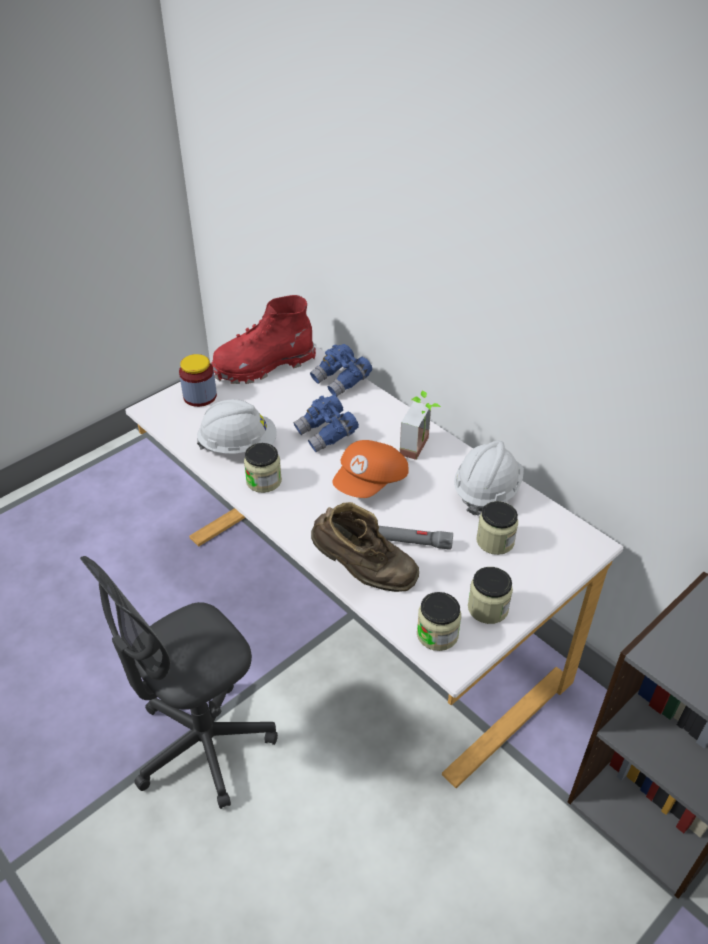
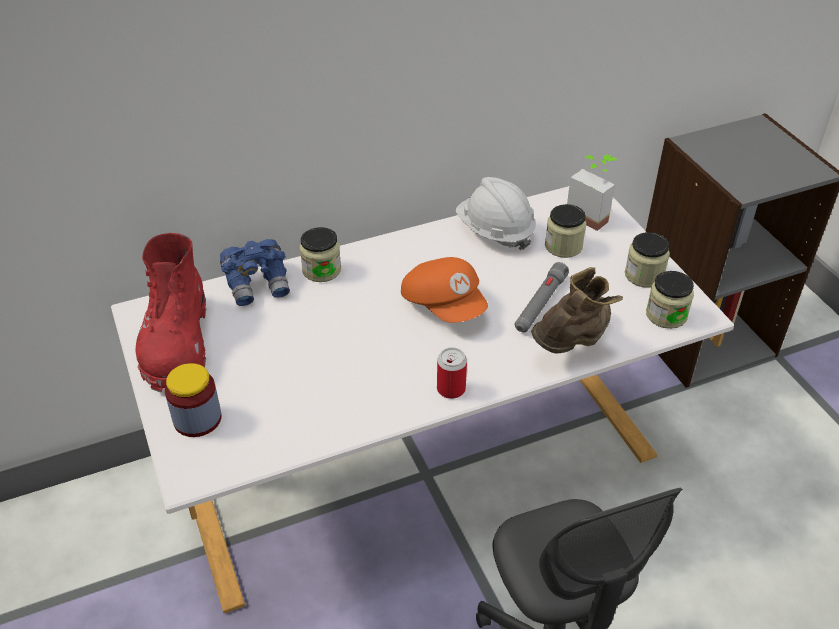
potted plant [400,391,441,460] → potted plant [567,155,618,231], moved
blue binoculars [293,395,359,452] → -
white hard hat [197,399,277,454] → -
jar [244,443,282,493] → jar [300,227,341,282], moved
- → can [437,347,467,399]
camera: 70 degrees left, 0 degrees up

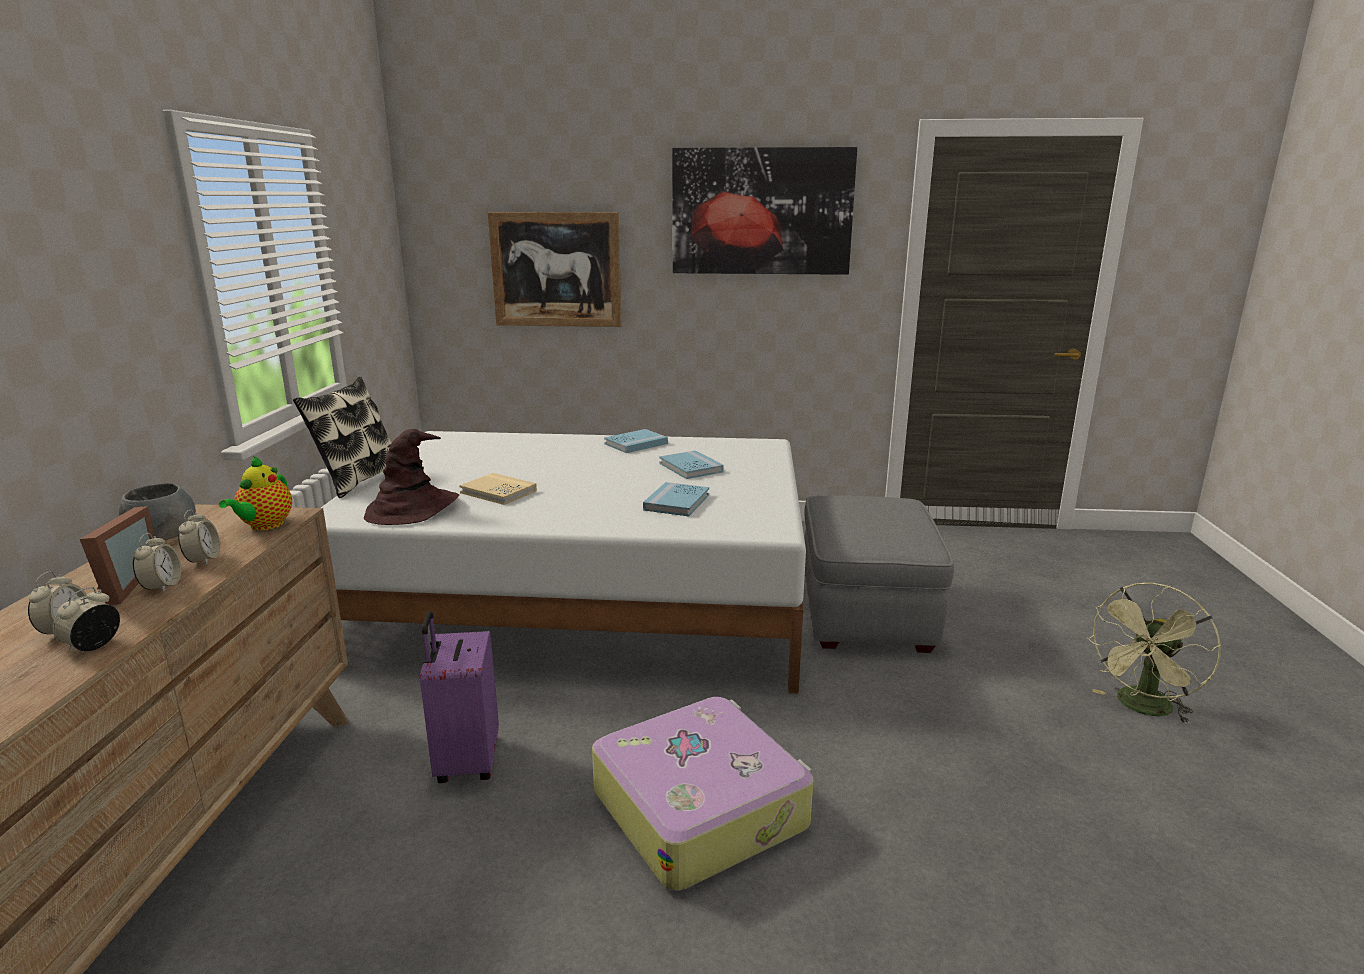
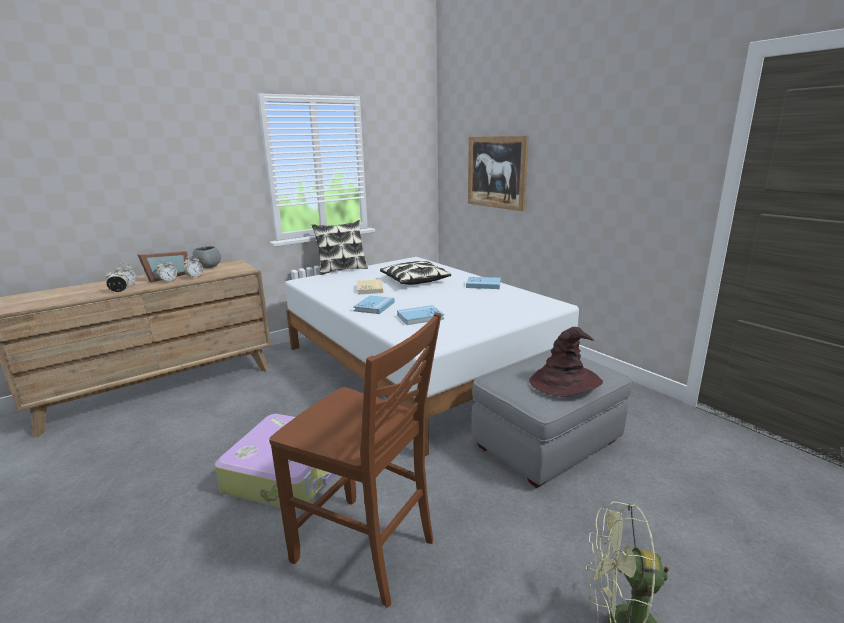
picture [672,147,857,275] → -
brown hat [364,429,459,525] → brown hat [529,327,603,397], moved
blue book [659,450,724,479] → blue book [353,295,395,314], moved
teapot [219,456,292,531] → -
purple suitcase [420,611,499,783] → -
- → pillow [380,261,451,285]
- → brown chair [269,312,441,608]
camera: 50 degrees right, 0 degrees up

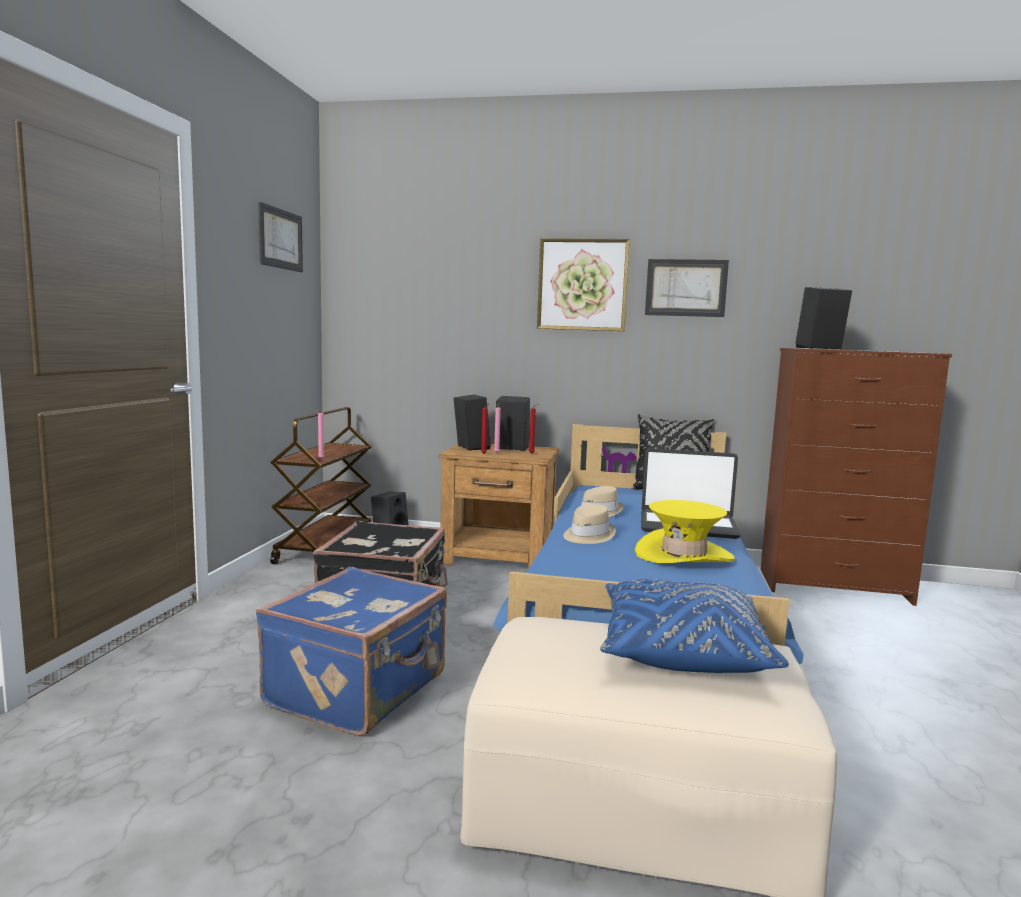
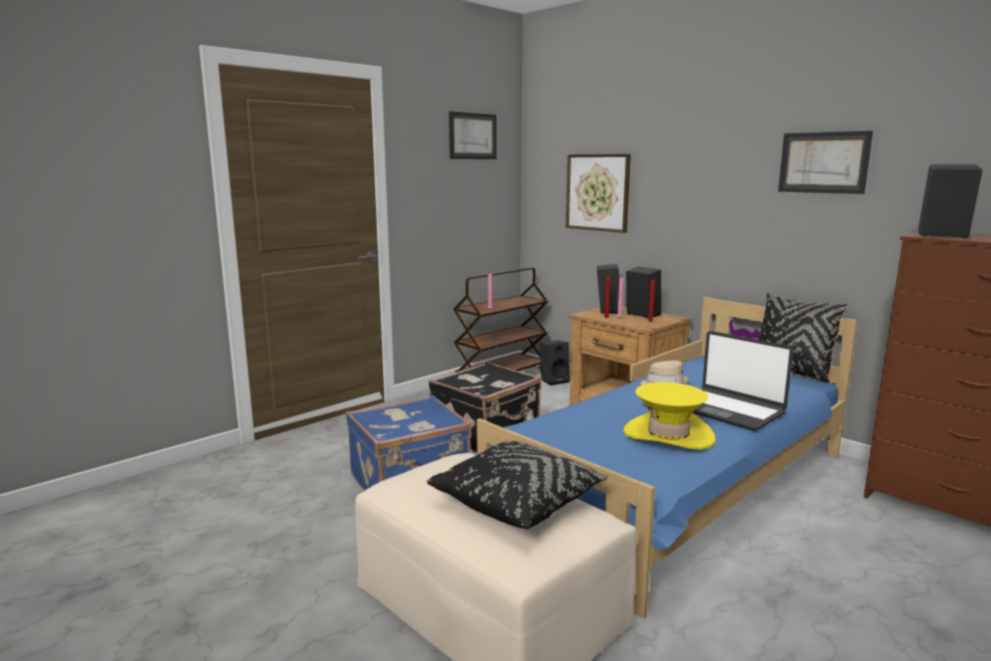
picture [537,238,630,331] → picture [566,154,631,233], moved
beige hat [563,504,616,544] → -
blue pillow [600,579,789,673] → black pillow [427,441,608,529]
camera: 35 degrees right, 5 degrees up

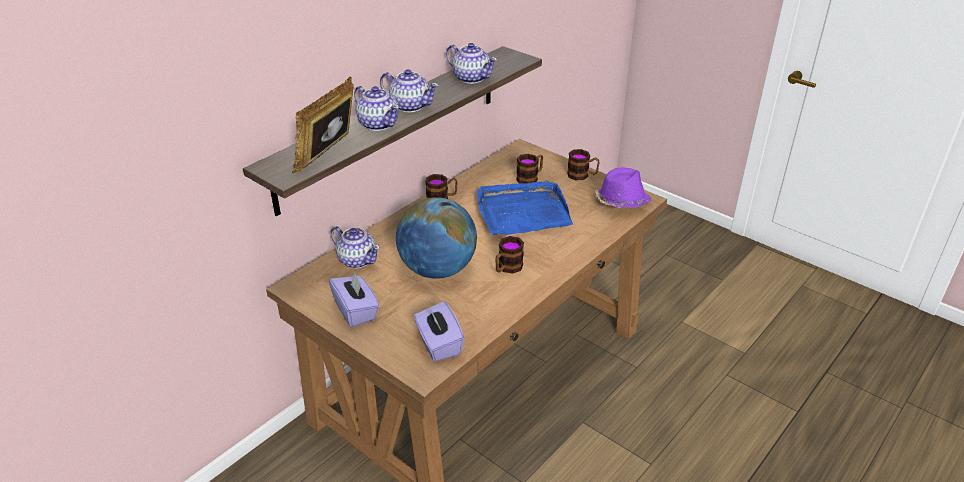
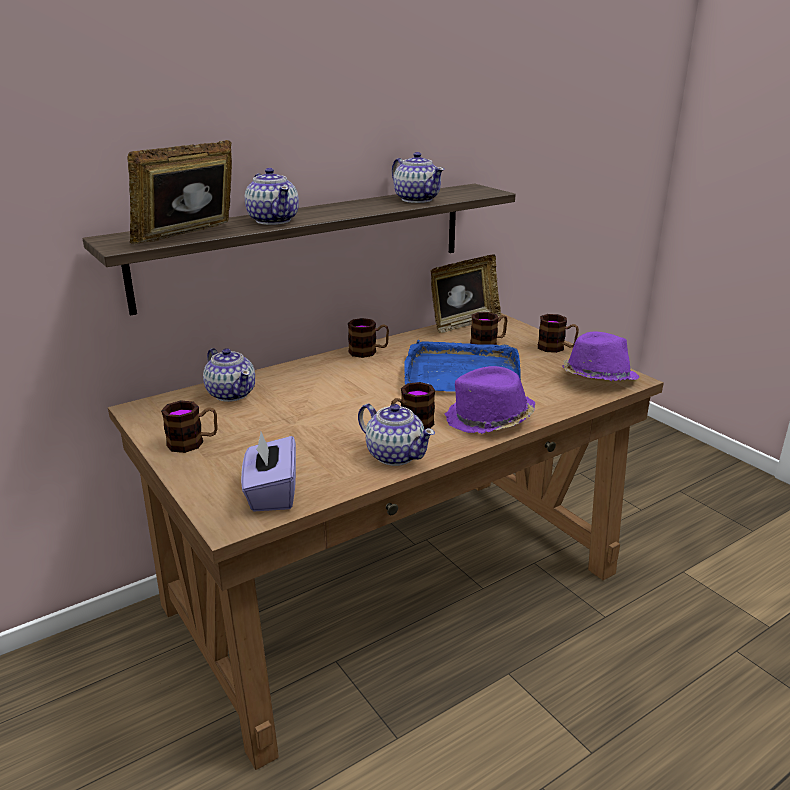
teapot [380,69,439,112] → teapot [358,404,435,466], moved
globe [396,197,477,279] → -
purple tissue box [329,271,379,327] → mug [161,401,217,453]
- → picture frame [431,254,501,333]
- → purple hat [444,366,535,434]
camera: 15 degrees right, 10 degrees down

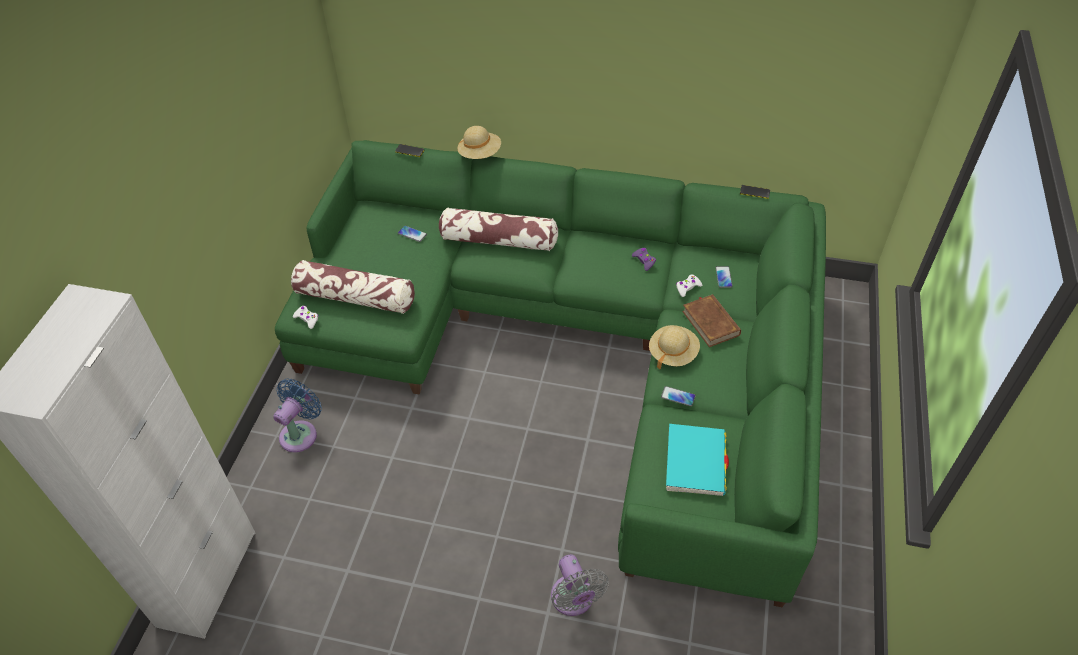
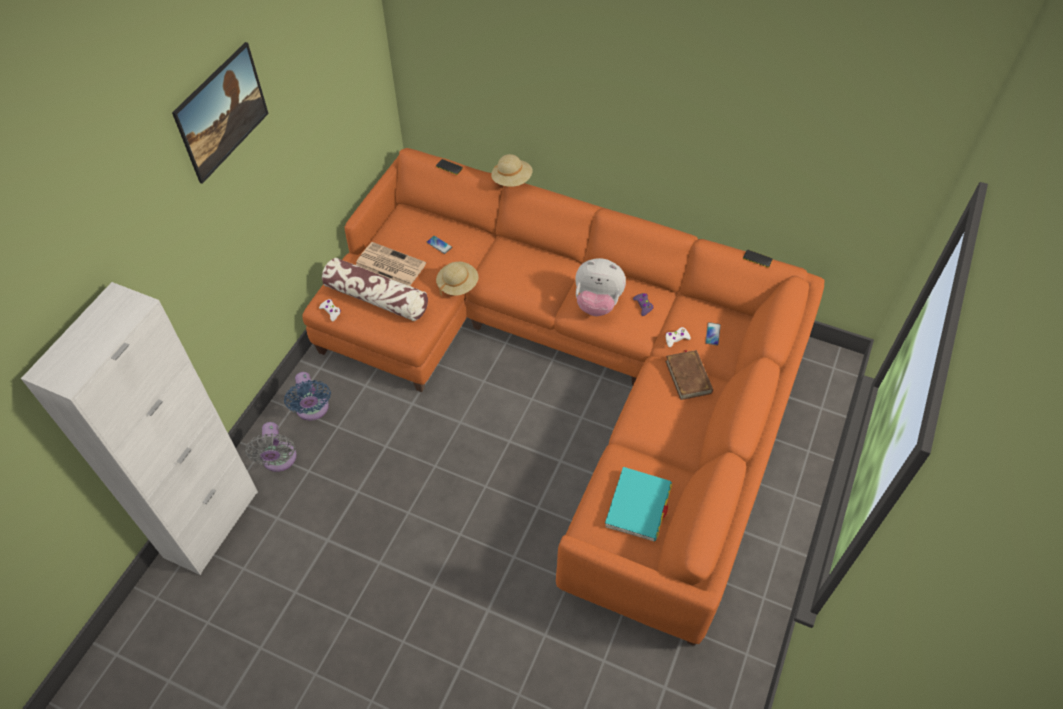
green sofa [275,140,826,607] → orange sofa [303,148,824,646]
pillow [439,208,558,251] → -
beige hat [649,325,700,369] → beige hat [436,262,479,296], moved
blue fan [273,379,322,452] → blue fan [284,372,331,421], 120 degrees clockwise
phone [661,386,696,406] → -
grey fan [551,555,609,616] → grey fan [245,422,297,472], moved
- → picture [172,42,269,184]
- → newspaper [356,242,426,286]
- → plush toy [575,258,626,316]
camera: 10 degrees right, 5 degrees up

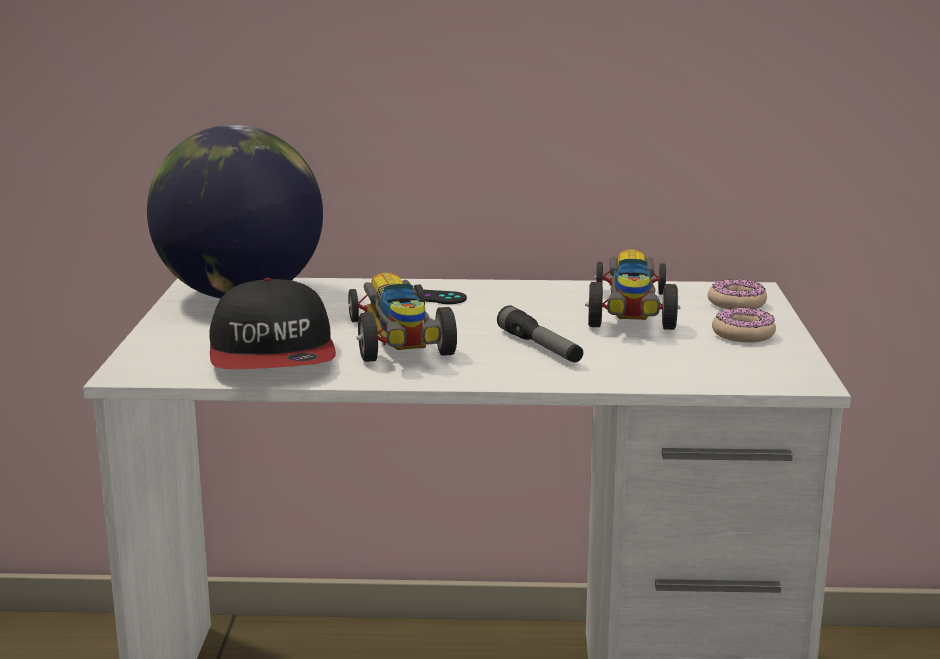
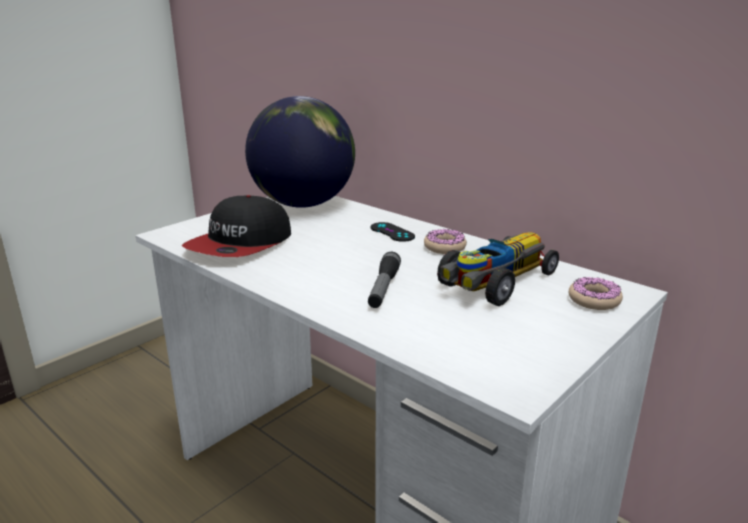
toy car [348,272,457,362] → -
donut [712,307,776,343] → donut [424,229,467,254], moved
camera: 40 degrees right, 5 degrees up

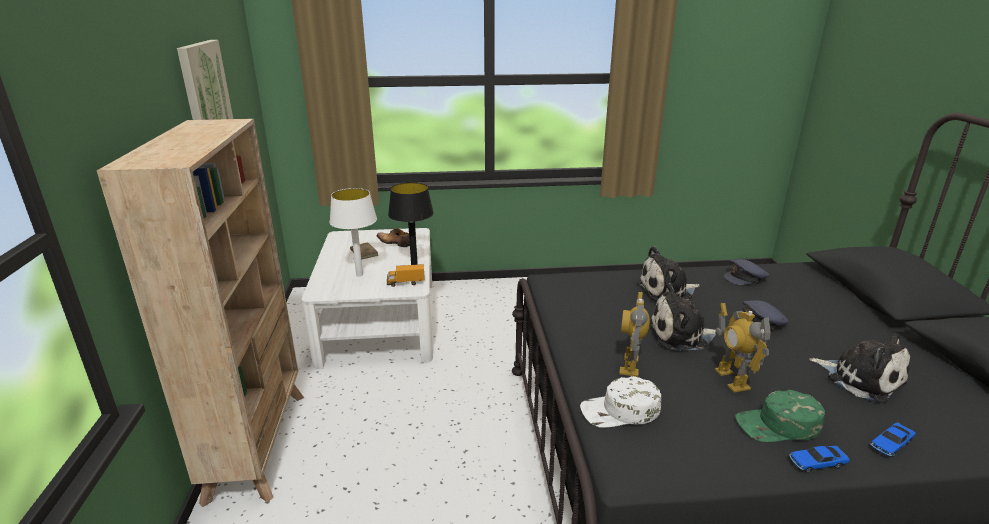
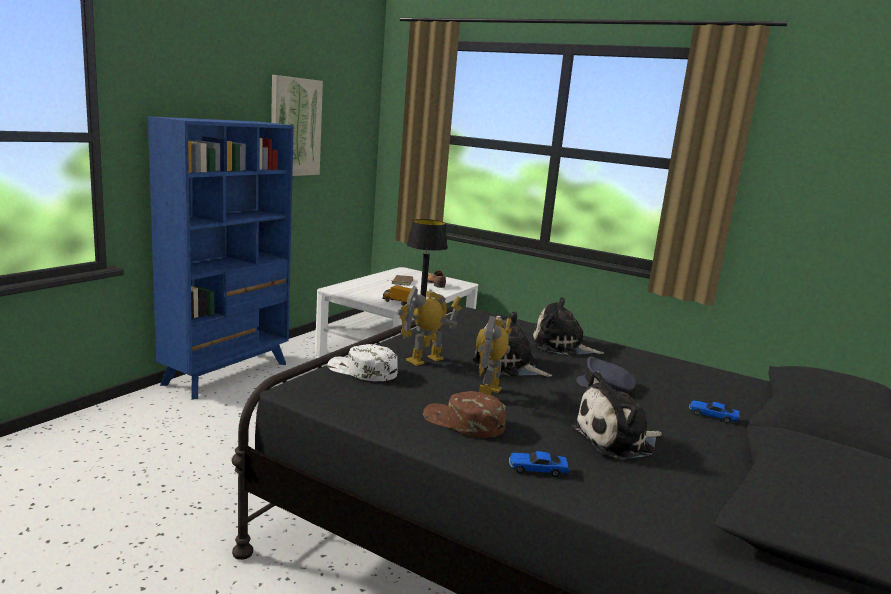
beige bookcase [97,119,304,507] → blue bookcase [148,116,294,399]
white table lamp [330,188,377,277] → -
grey cap [724,259,769,285] → -
plush toy [809,333,910,404] → plush toy [571,371,662,459], 75 degrees clockwise
green cap [735,390,825,442] → brown cap [423,391,506,438]
toy car [789,446,850,473] → toy car [689,401,740,423], moved
camera: 35 degrees right, 10 degrees down

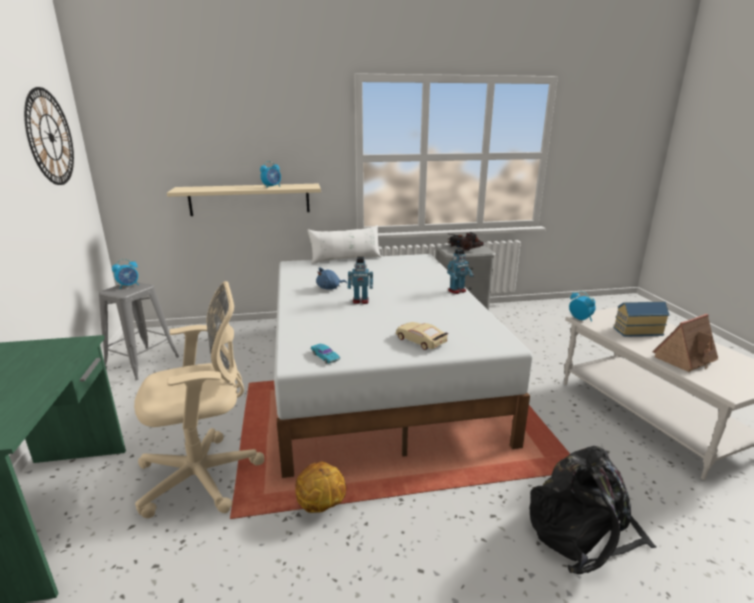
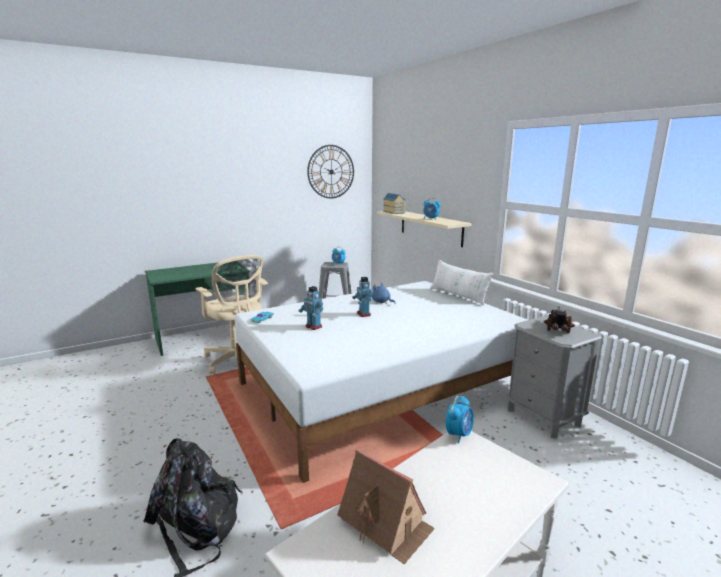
toy robot [447,249,474,294] → toy robot [299,286,323,330], moved
toy house [614,302,669,337] → toy house [383,193,406,214], moved
beige toy car [396,322,448,350] → -
basketball [295,462,346,513] → -
camera: 70 degrees right, 5 degrees down

